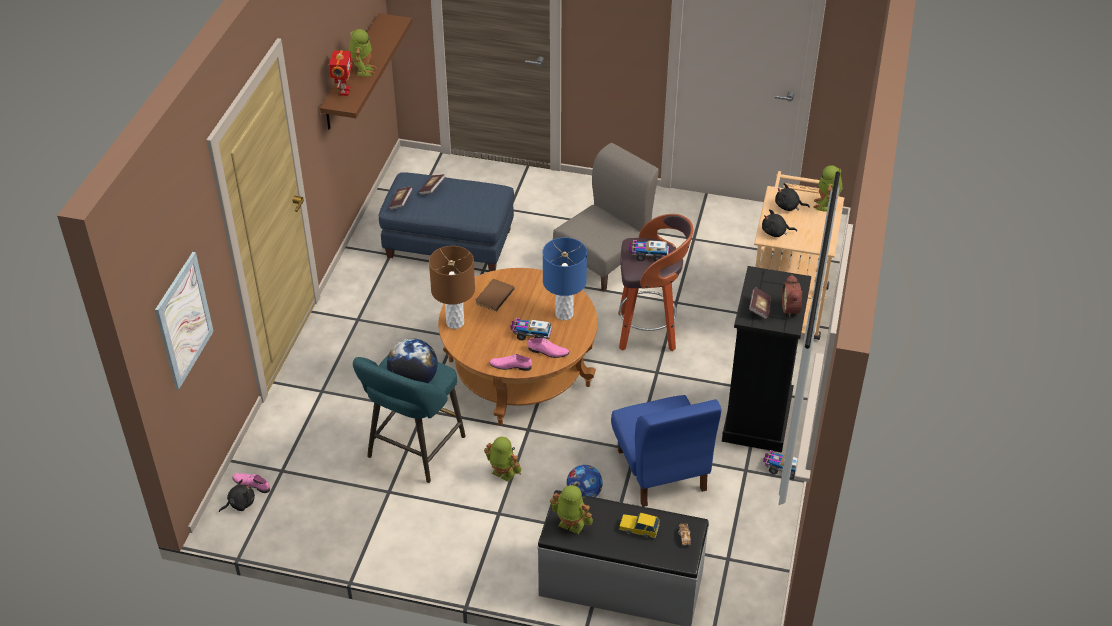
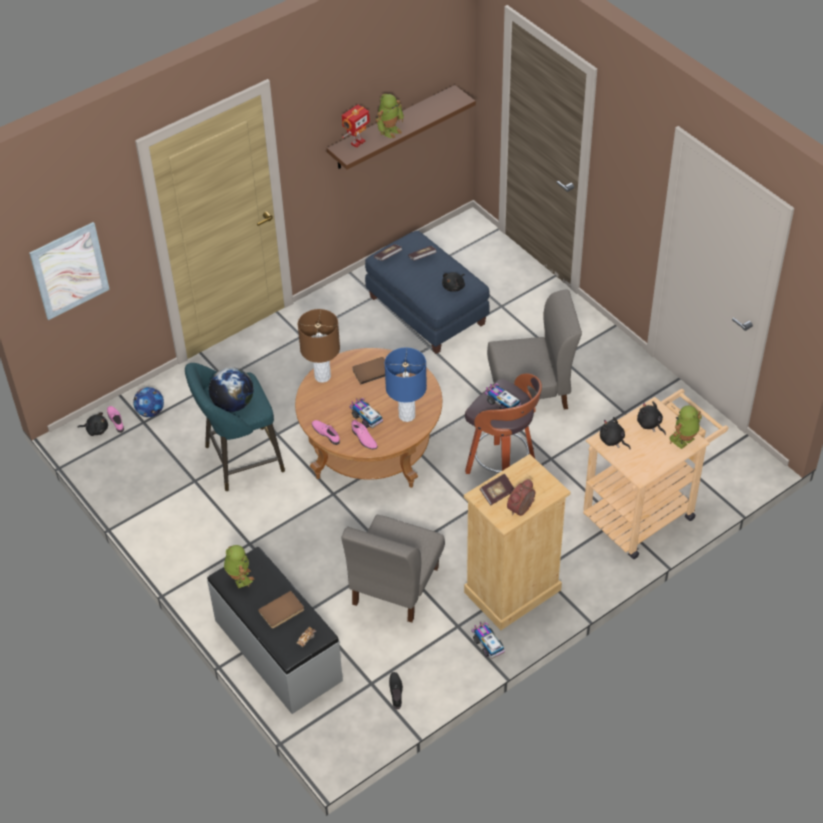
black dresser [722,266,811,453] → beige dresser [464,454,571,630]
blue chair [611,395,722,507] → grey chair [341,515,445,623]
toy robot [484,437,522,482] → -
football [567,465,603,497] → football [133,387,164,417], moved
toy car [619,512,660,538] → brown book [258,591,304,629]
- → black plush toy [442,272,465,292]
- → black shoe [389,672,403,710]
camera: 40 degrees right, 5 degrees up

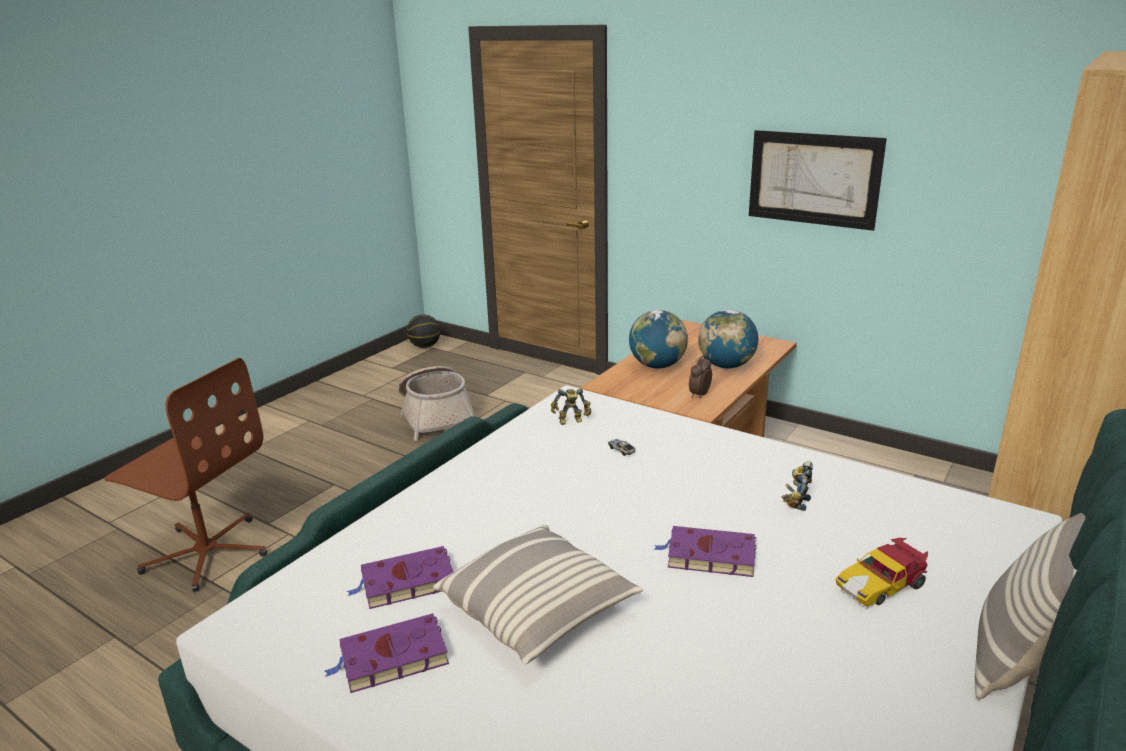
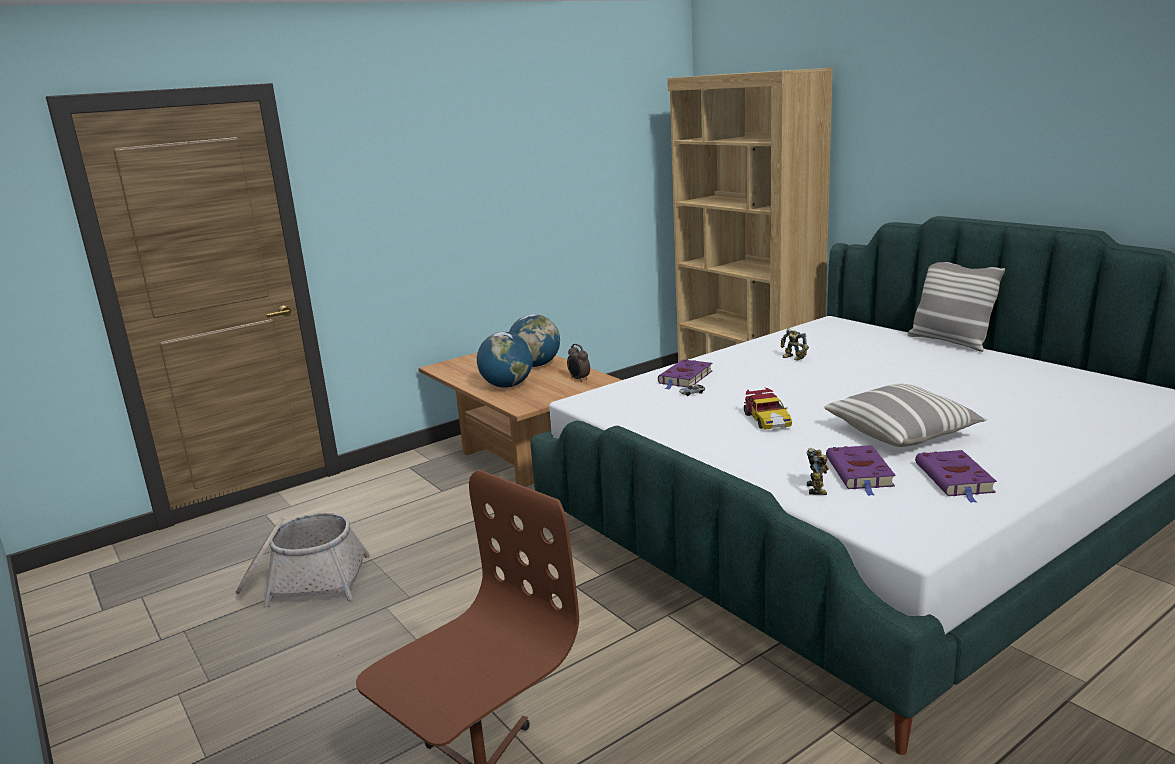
picture [749,130,887,231] → -
basketball [407,314,441,348] → -
toy robot [551,388,591,425] → toy robot [807,448,829,495], moved
purple book [653,526,756,577] → purple book [658,359,712,390], moved
toy car [835,538,928,607] → toy car [744,388,792,429], moved
camera: 70 degrees left, 5 degrees down

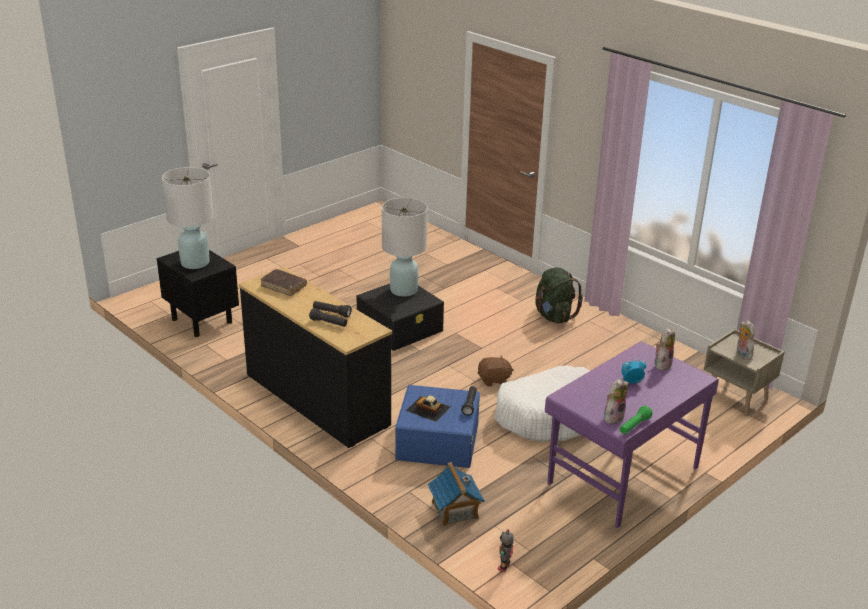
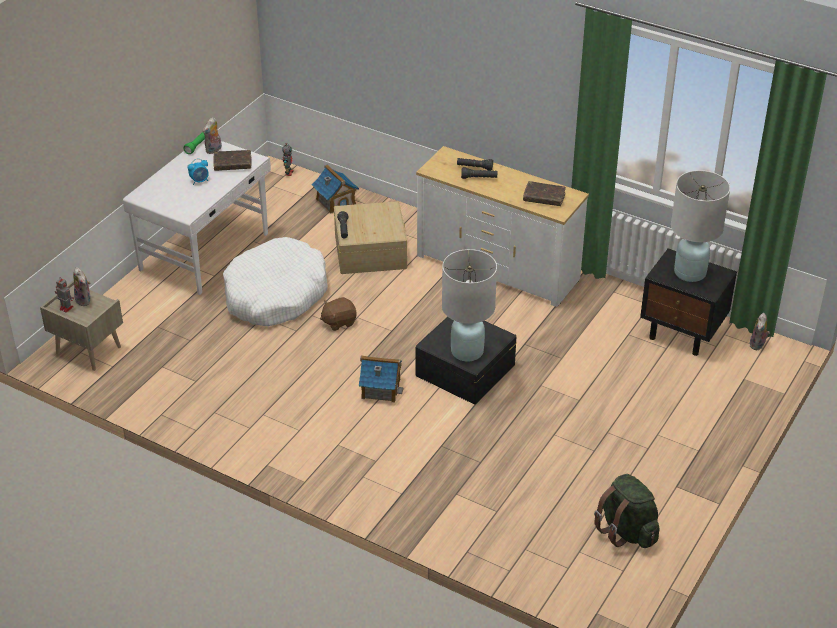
black dresser [239,267,392,448] → white dresser [416,146,589,307]
green backpack [535,268,583,324] → green backpack [594,474,659,548], moved
plush toy [655,328,675,370] → plush toy [749,313,770,350], moved
purple desk [545,341,719,528] → white desk [123,139,271,295]
blue storage box [395,385,480,468] → beige storage box [334,201,407,274]
toy car [406,395,450,422] → -
- → brown book [213,150,252,171]
- → toy robot [55,278,74,313]
- → toy house [359,356,404,402]
camera: 165 degrees right, 10 degrees up

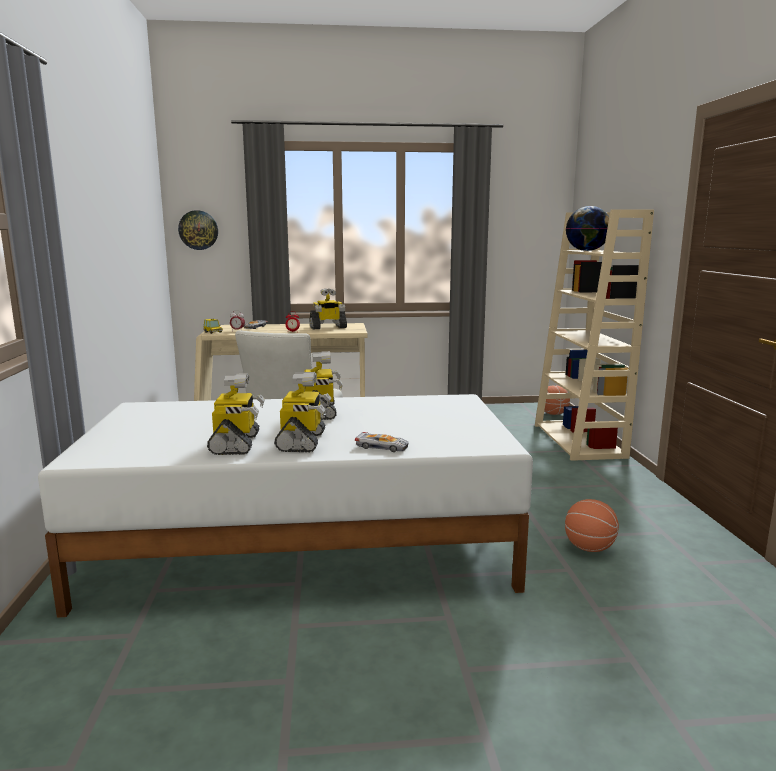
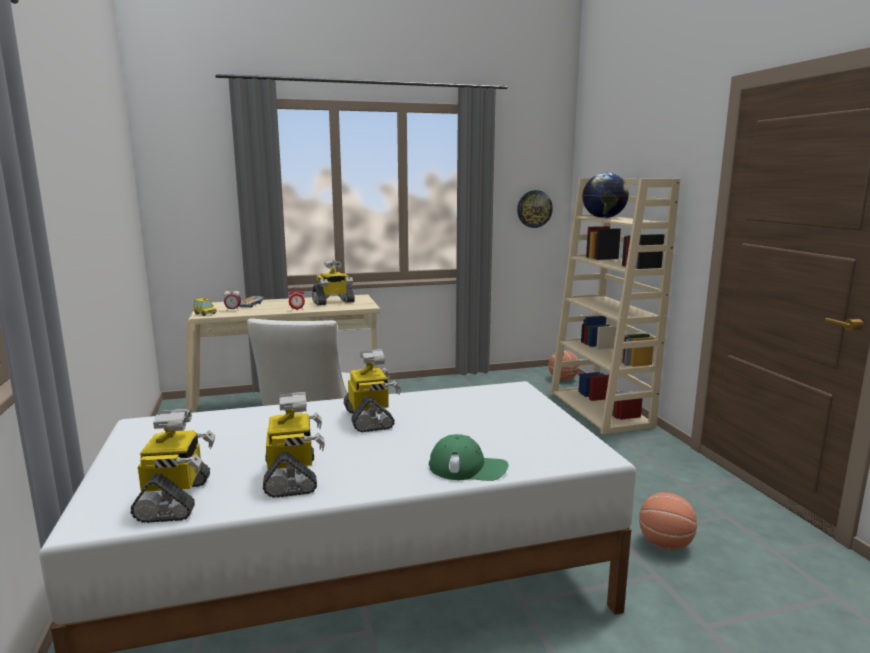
wall clock [178,210,218,250] → wall clock [517,190,553,228], moved
toy robot [274,372,331,452] → toy robot [130,409,215,523], moved
toy car [355,432,408,452] → green cap [429,434,508,481]
camera: 10 degrees left, 0 degrees up

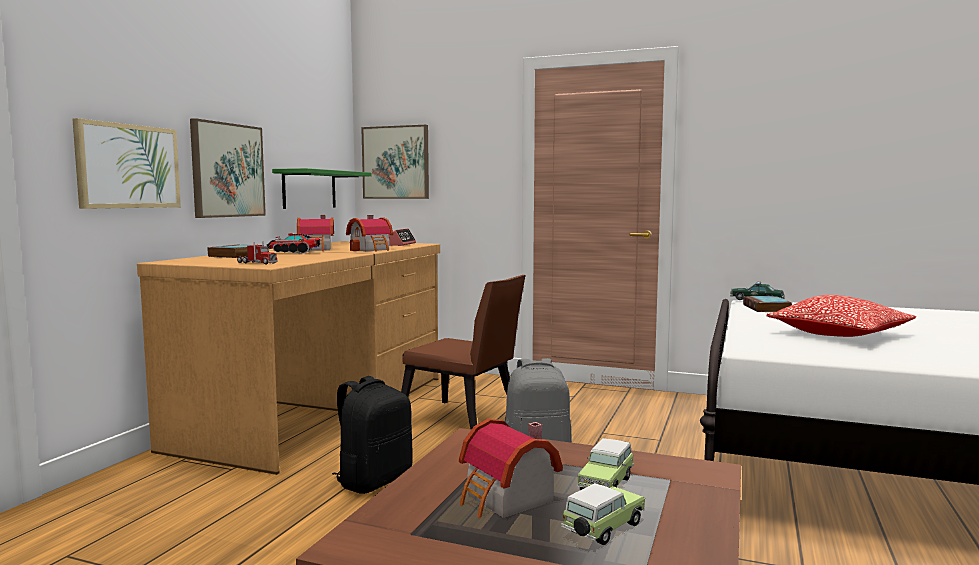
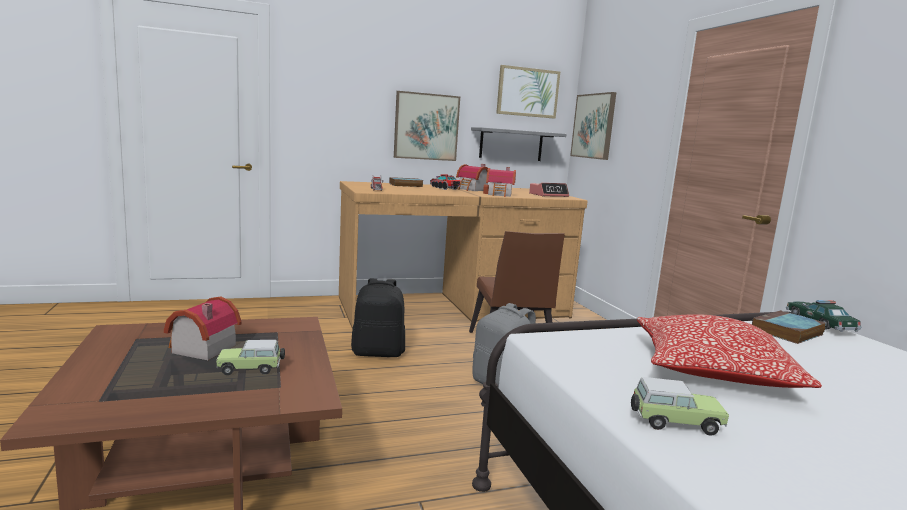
picture [72,118,181,209] → picture [496,65,560,119], moved
green shelf [272,168,372,209] → grey shelf [471,127,567,161]
toy car [561,483,645,545] → toy car [631,377,729,436], moved
camera: 50 degrees right, 5 degrees up

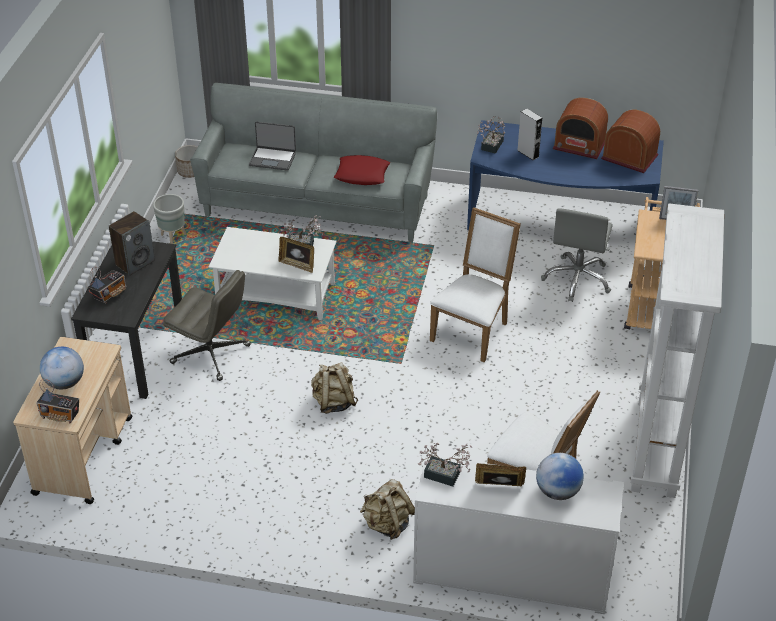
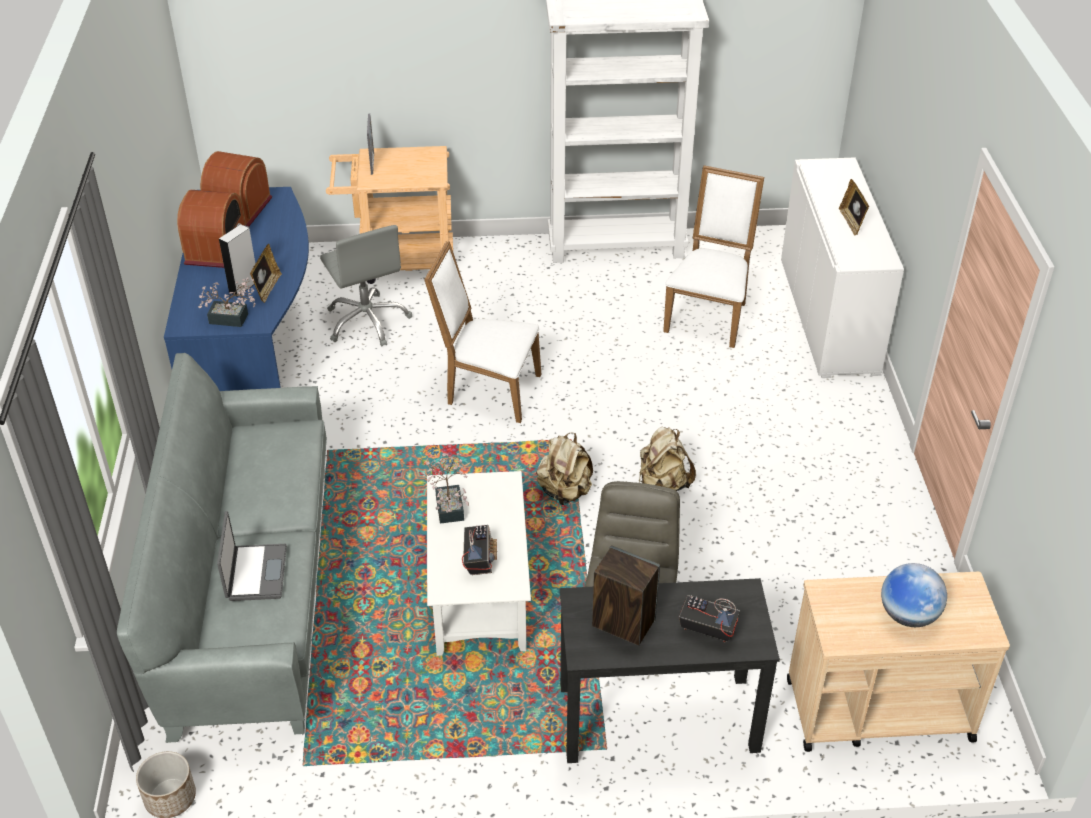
red pillow [334,155,390,185] → -
grey planter [153,194,186,244] → -
grey office chair [541,208,613,302] → grey office chair [320,225,412,346], 60 degrees clockwise
picture frame [278,237,314,273] → picture frame [250,244,282,303], moved
radio [36,379,79,424] → radio [462,525,497,575], moved
potted plant [418,443,472,486] → -
globe [536,453,584,500] → -
beige backpack [360,479,415,540] → beige backpack [536,432,593,505], moved
camera: 105 degrees left, 0 degrees up

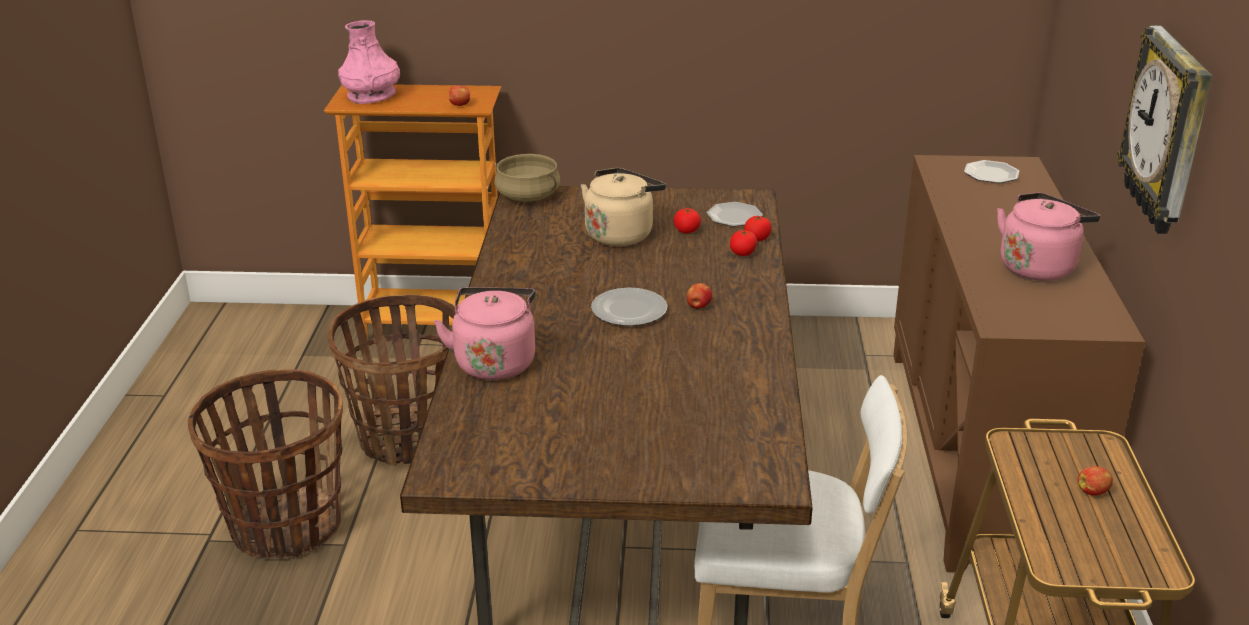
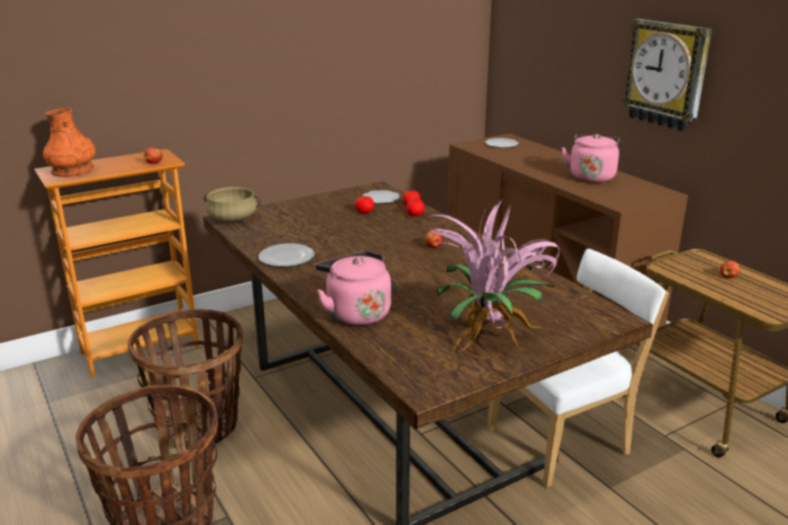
pink vase [338,20,400,104] → orange vase [43,108,96,177]
beige kettle [581,168,666,246] → -
plate [591,288,668,326] → plate [259,244,315,267], moved
- → potted plant [428,199,560,356]
camera: 35 degrees left, 5 degrees down

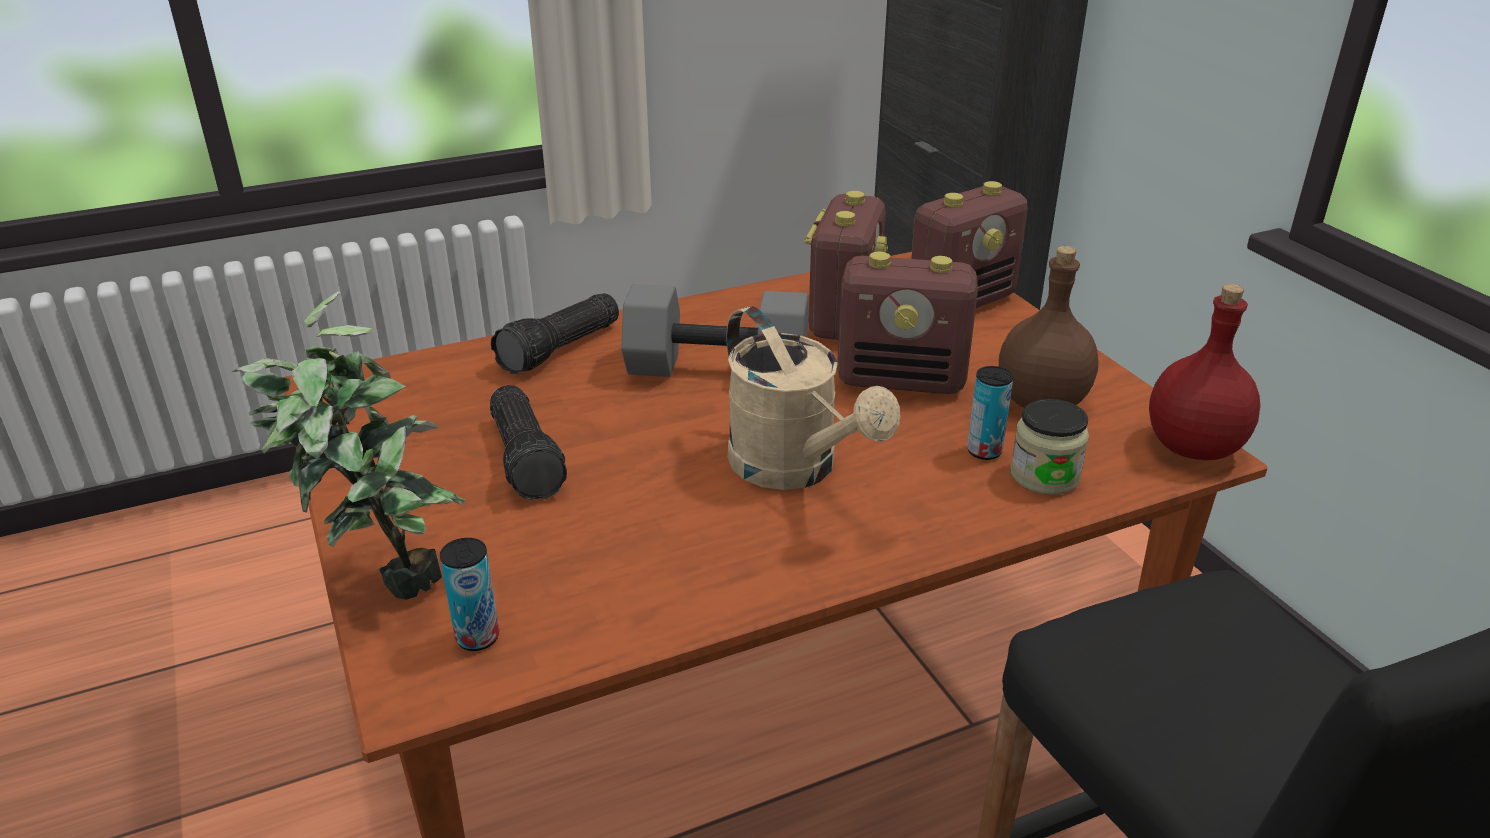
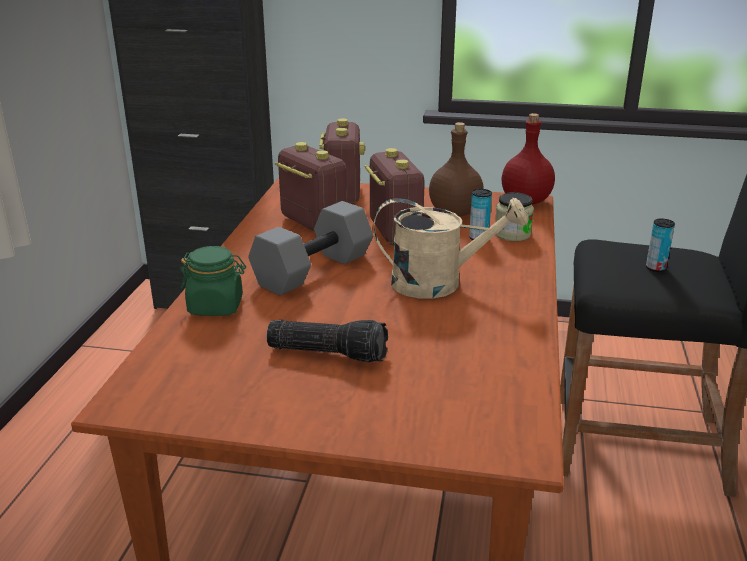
radio [837,252,977,394] → radio [364,148,425,245], 60 degrees counterclockwise
potted plant [232,291,465,600] → -
flashlight [491,293,619,374] → green jar [180,246,246,316]
can [440,538,499,651] → can [646,219,675,272], moved
camera: 55 degrees left, 5 degrees down

